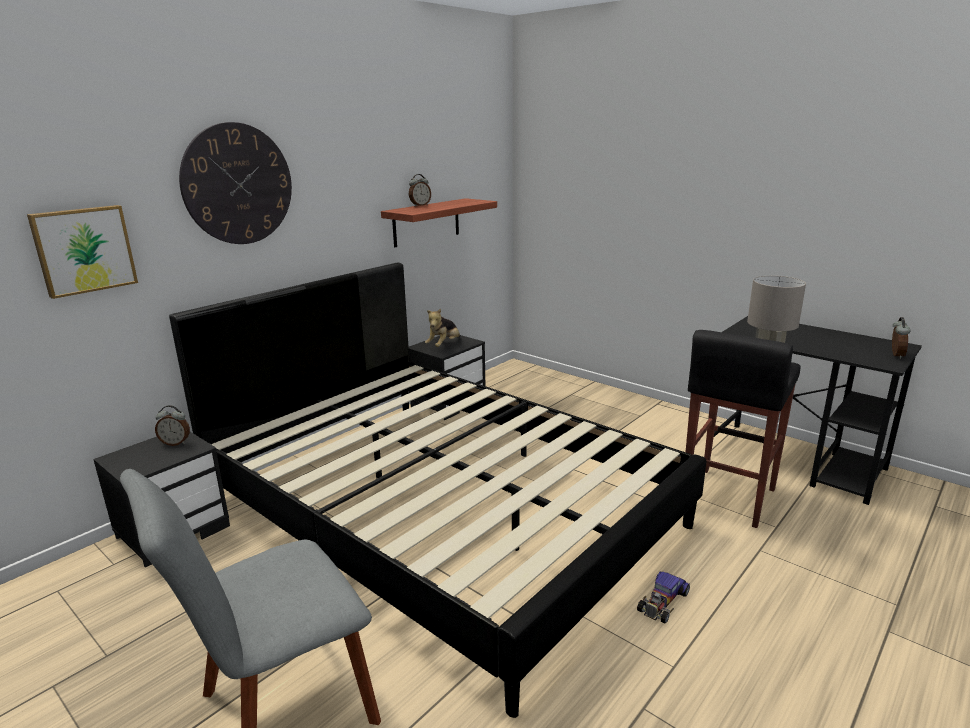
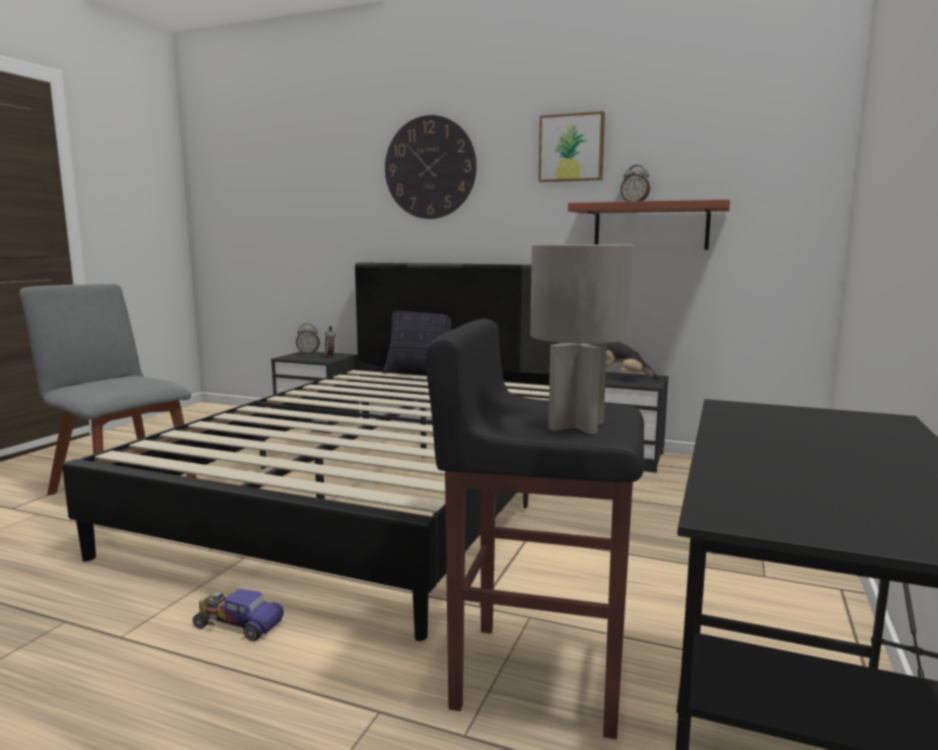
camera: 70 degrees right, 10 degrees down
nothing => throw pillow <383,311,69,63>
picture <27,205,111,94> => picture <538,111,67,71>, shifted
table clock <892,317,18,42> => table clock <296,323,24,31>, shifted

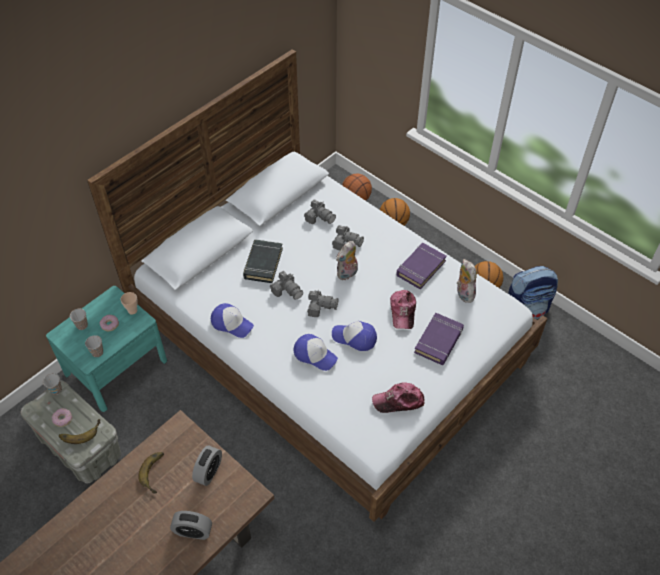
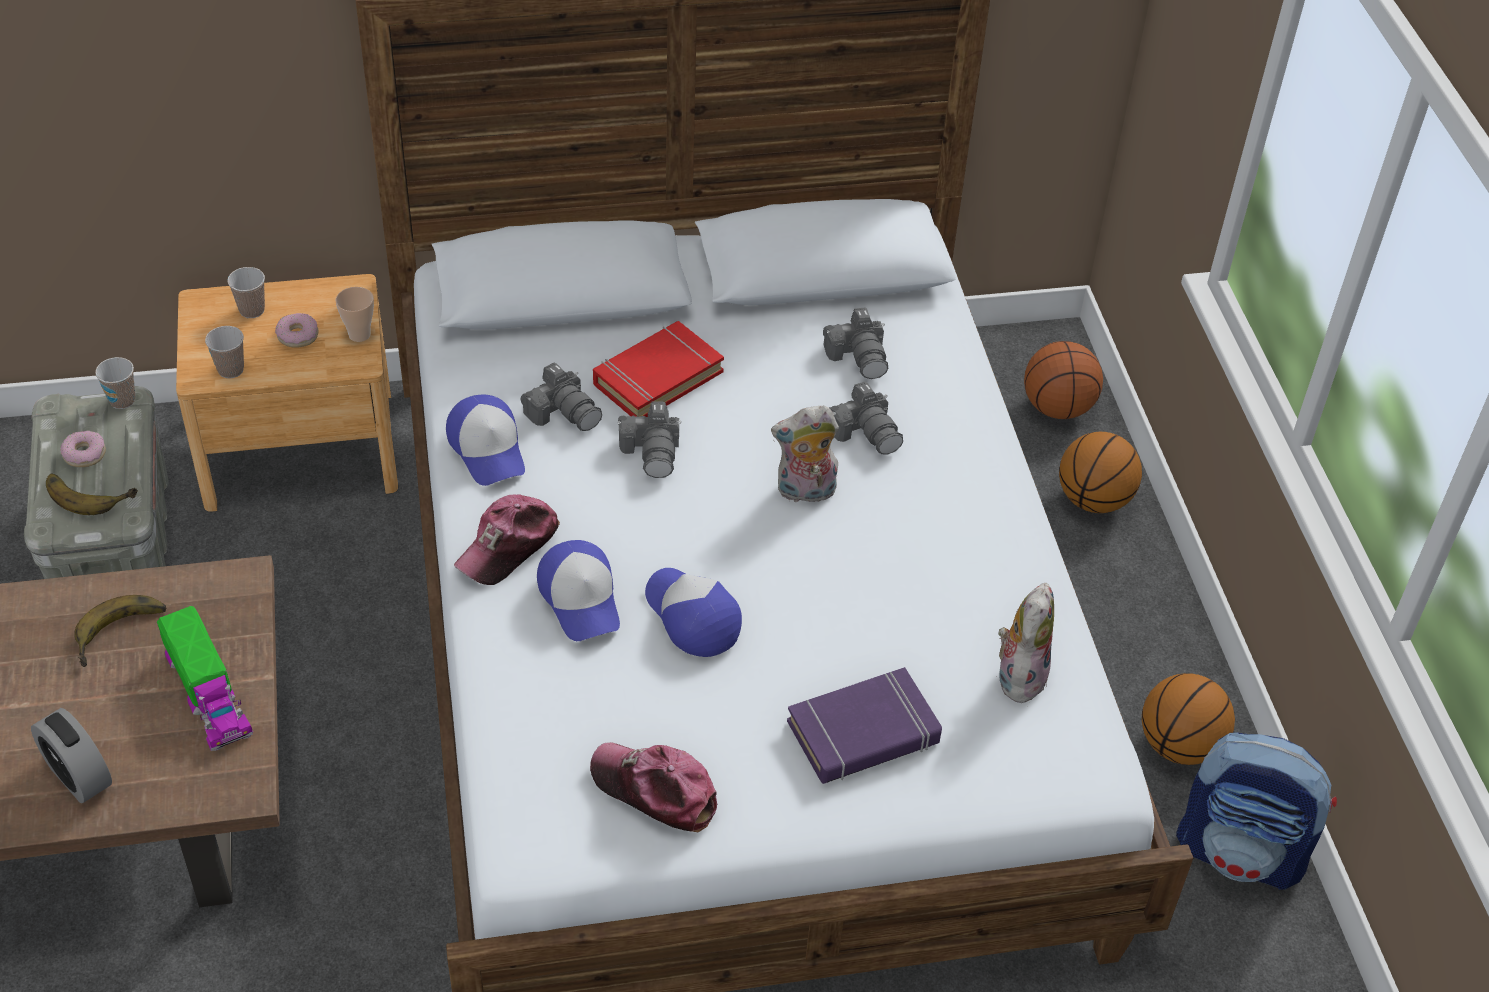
camera: 35 degrees right, 5 degrees down
purplish book <396,243,51,47> => nothing
still camera <307,290,32,27> => still camera <521,362,81,69>, shifted
baseball cap <390,290,26,39> => baseball cap <454,494,106,91>, shifted
table clock <192,445,30,41> => model truck <157,606,96,145>
turquoise night table <46,286,121,126> => brown night table <176,274,222,238>
black-coloured book <243,239,40,44> => red book <593,321,131,96>

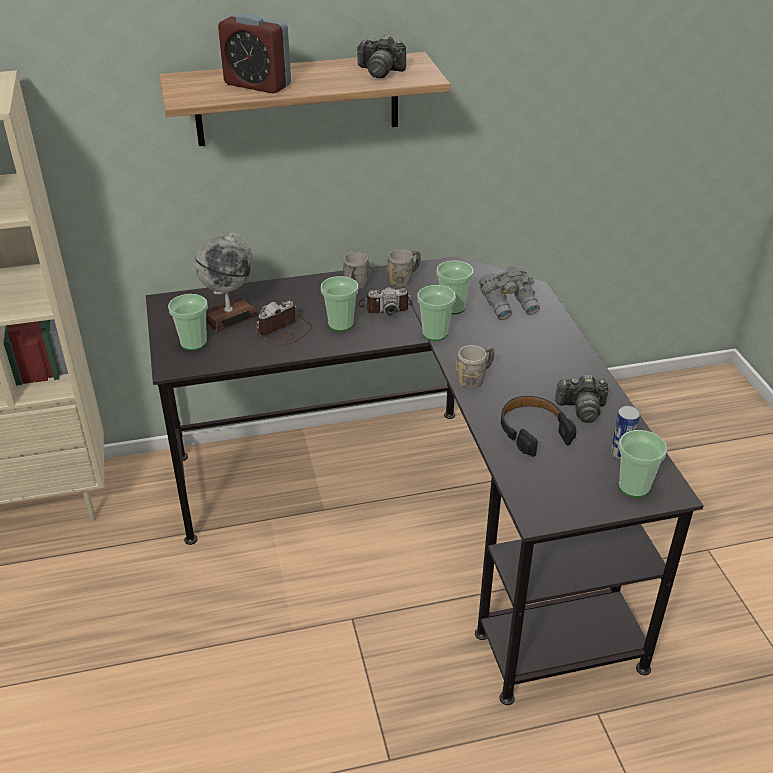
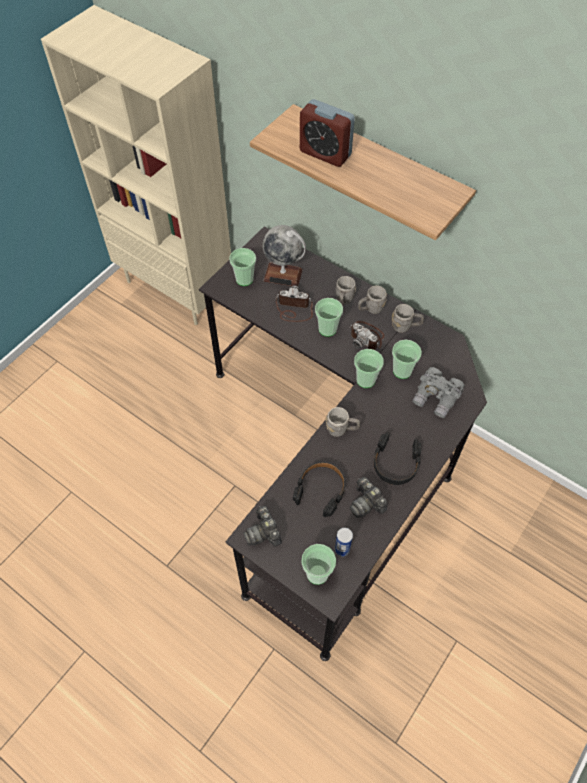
camera: 50 degrees right, 20 degrees up
nothing => gray mug <336,276,20,30>
nothing => black-coloured headphones <374,432,47,53>
still camera <356,35,50,43> => still camera <243,506,39,40>, shifted
table clock <218,13,73,81> => table clock <300,99,55,68>, 45 degrees counterclockwise

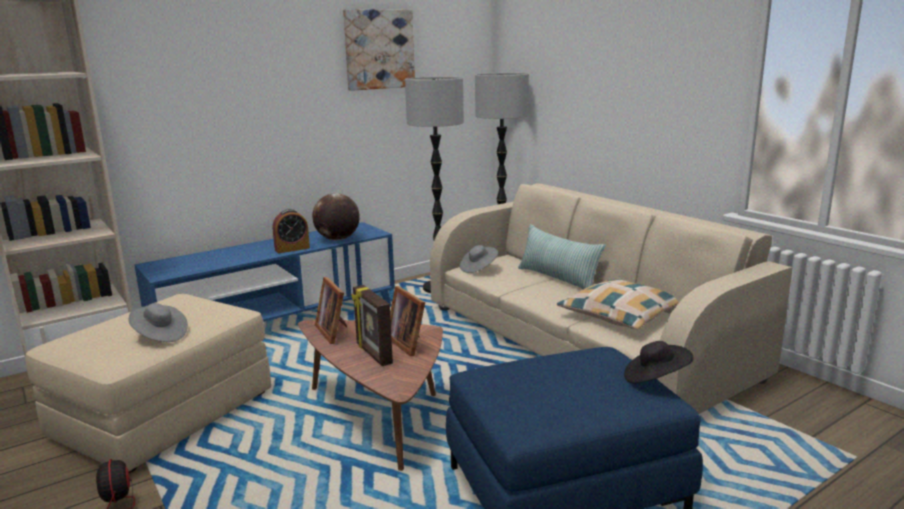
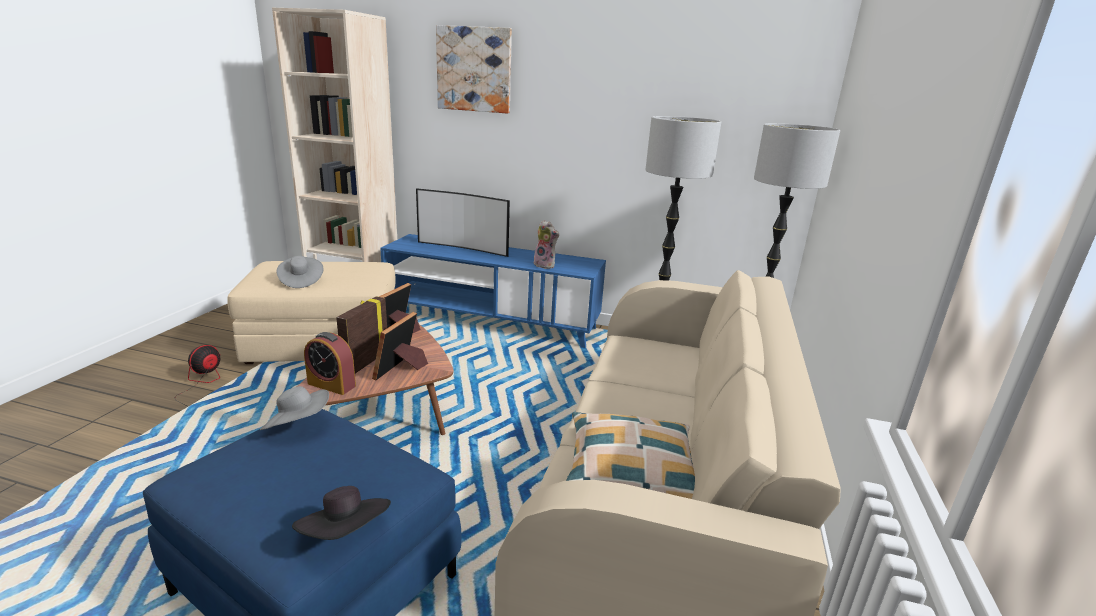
camera: 50 degrees right, 5 degrees up
throw pillow <518,224,88,65> => nothing
nothing => television <416,188,94,69>
table clock <273,209,37,44> => table clock <304,332,52,63>, shifted
picture <343,9,72,82> => picture <436,25,76,88>, shifted
gray wearable hat <460,245,38,28> => gray wearable hat <260,386,69,44>, shifted
globe <312,193,48,47> => cuddly toy <534,220,25,49>

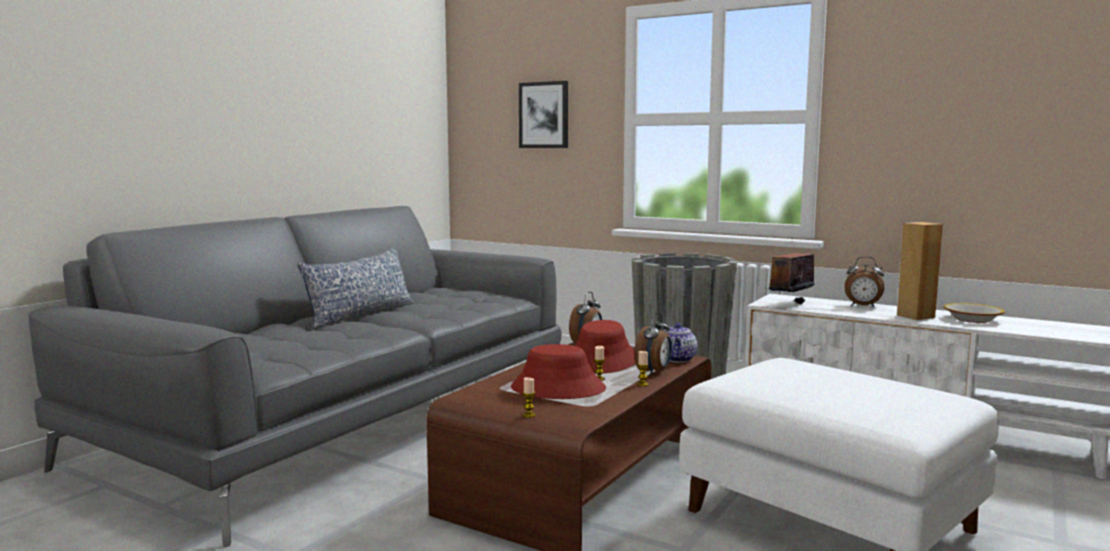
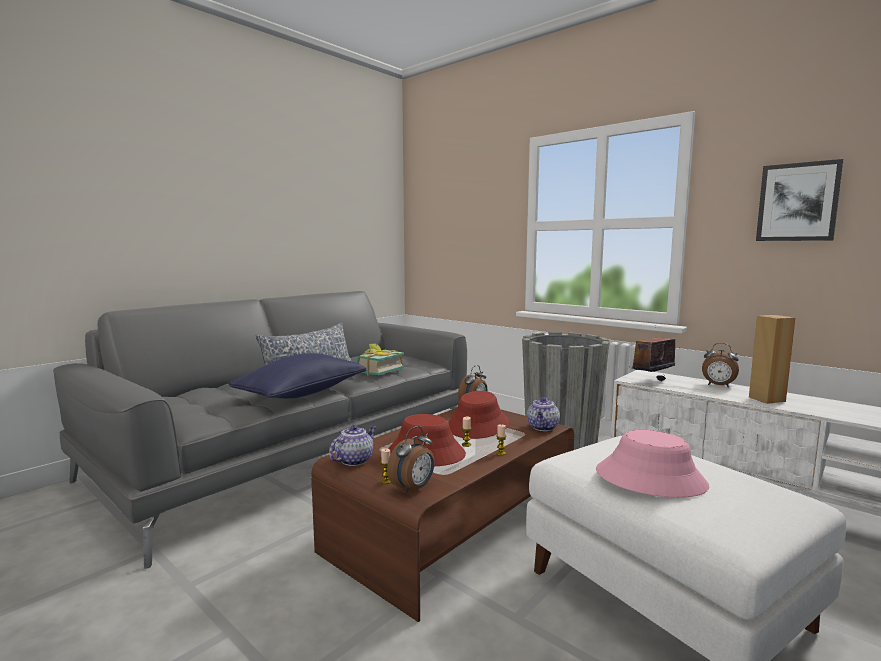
camera: 10 degrees right, 0 degrees up
bowl <943,303,62,20> => nothing
nothing => bluish throw pillow <228,353,139,45>
nothing => tea pot <329,425,47,41>
nothing => book <356,343,48,33>
nothing => pink wearable hat <596,430,113,68>
picture <519,81,49,67> => picture <756,159,88,82>, shifted
table clock <634,312,38,63> => table clock <387,426,47,68>, shifted

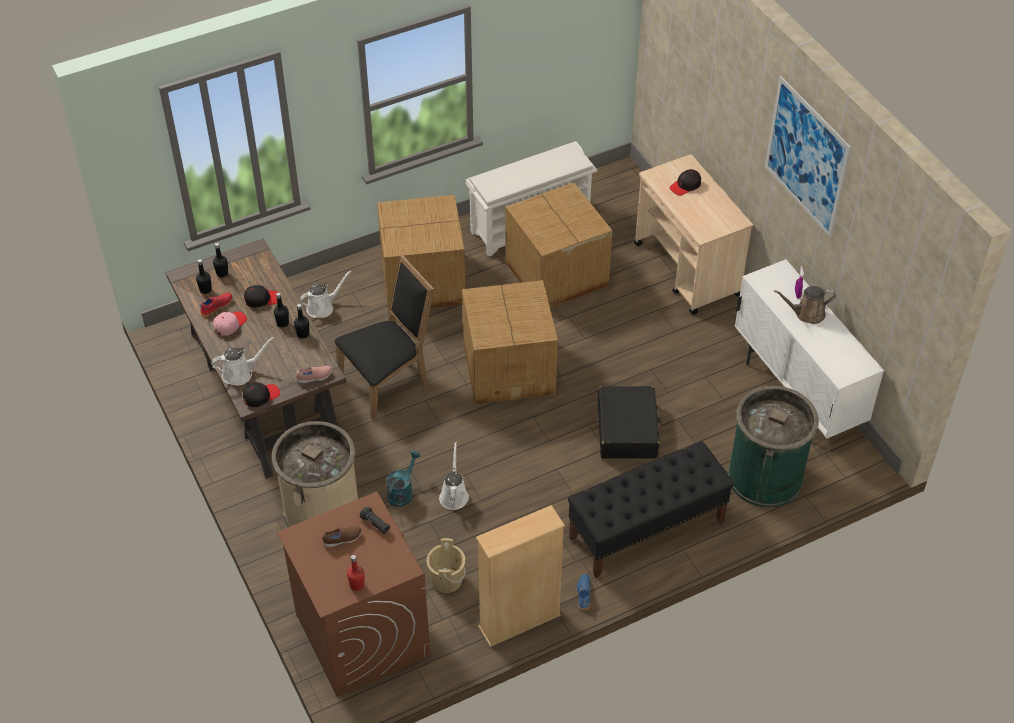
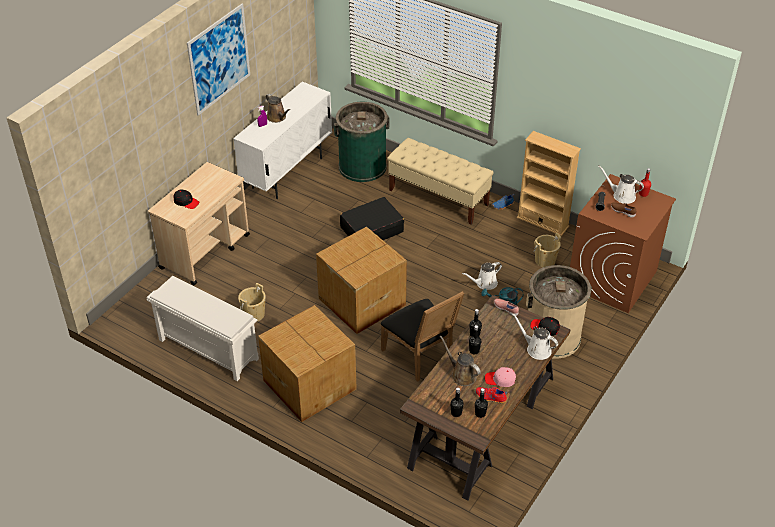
camera: 120 degrees left, 5 degrees down
white-coloured watering can <299,270,53,48> => white-coloured watering can <598,166,46,38>, shifted
black-coloured baseball cap <244,285,34,23> => brown watering can <440,336,41,50>
carton <505,183,107,125> => beige-coloured pail <238,283,28,38>
black-coloured indoor bench <568,441,166,137> => beige-coloured indoor bench <387,138,107,87>
black-coloured plain chair <335,254,99,166> => black-coloured plain chair <381,291,83,91>, 150 degrees counterclockwise

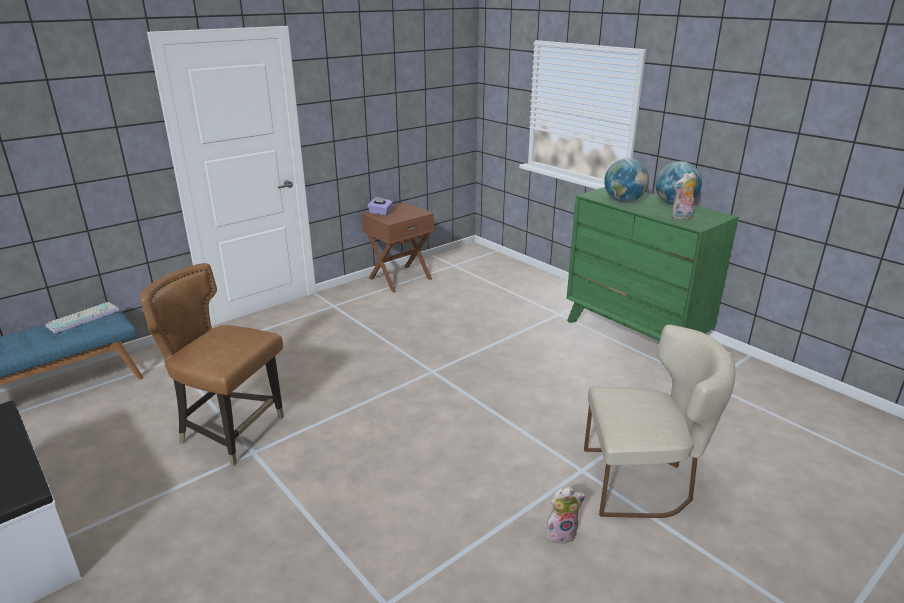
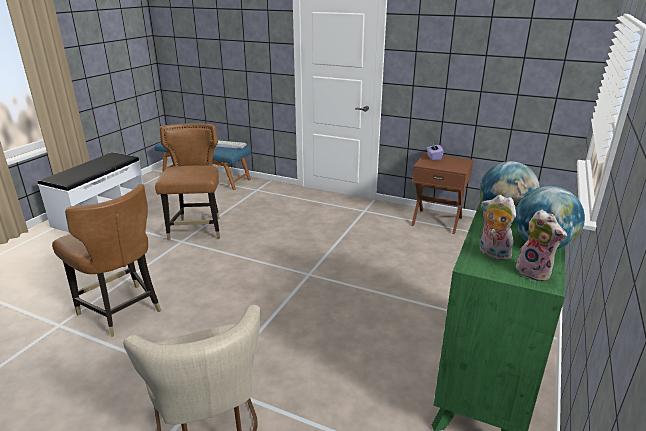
camera: 65 degrees right, 0 degrees up
nothing => brown plain chair <52,184,110,153>
cuddly toy <546,487,40,57> => cuddly toy <516,210,51,72>, shifted

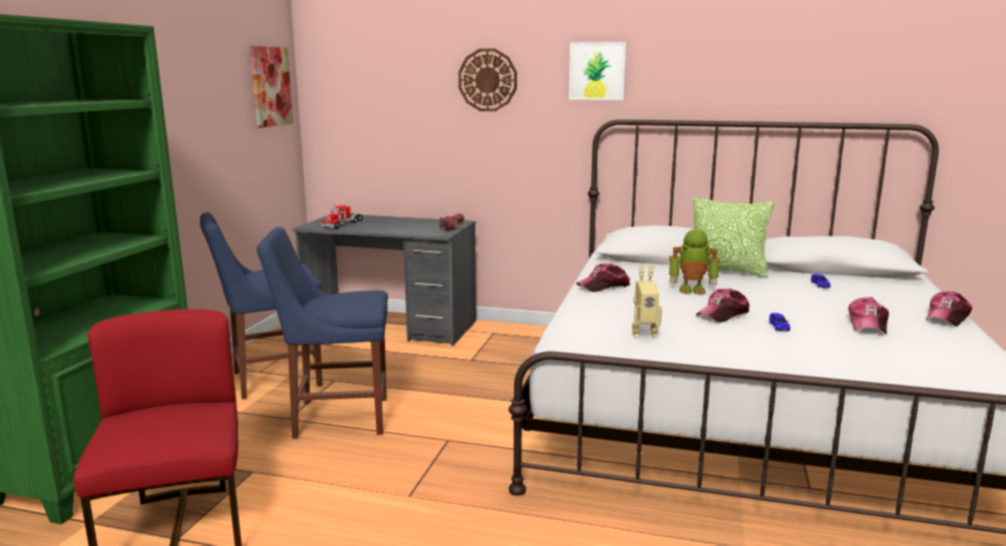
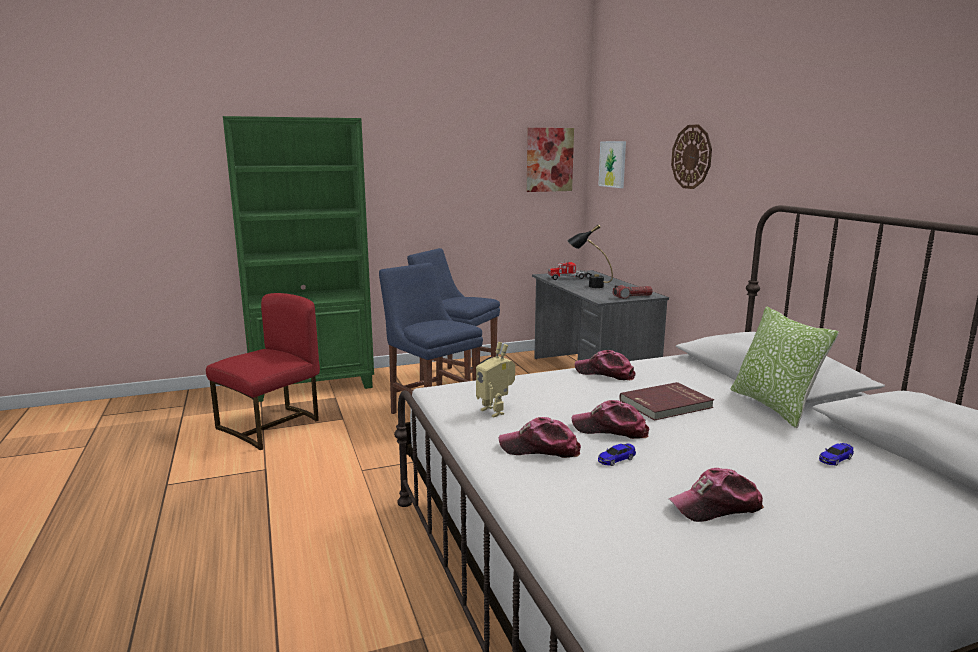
camera: 55 degrees right, 0 degrees up
nothing => black-coloured table lamp <567,224,46,64>
picture <569,42,57,58> => picture <598,141,28,47>, shifted
baseball cap <925,291,47,36> => baseball cap <499,417,82,41>, shifted
toy robot <669,229,51,66> => red book <619,382,95,39>

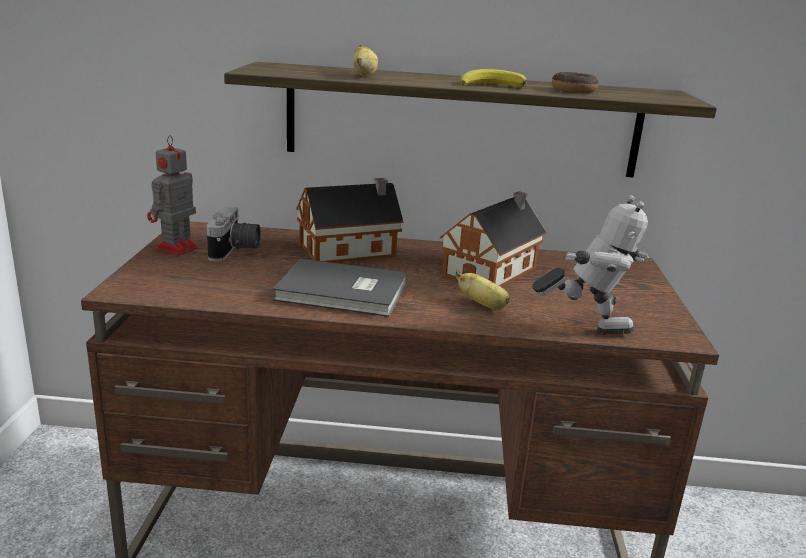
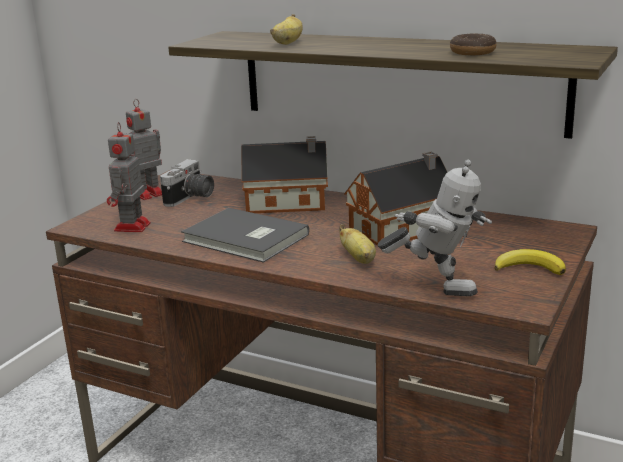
camera: 25 degrees right, 0 degrees up
nothing => toy robot <107,122,44,110>
banana <461,69,66,18> => banana <495,249,71,26>, shifted

